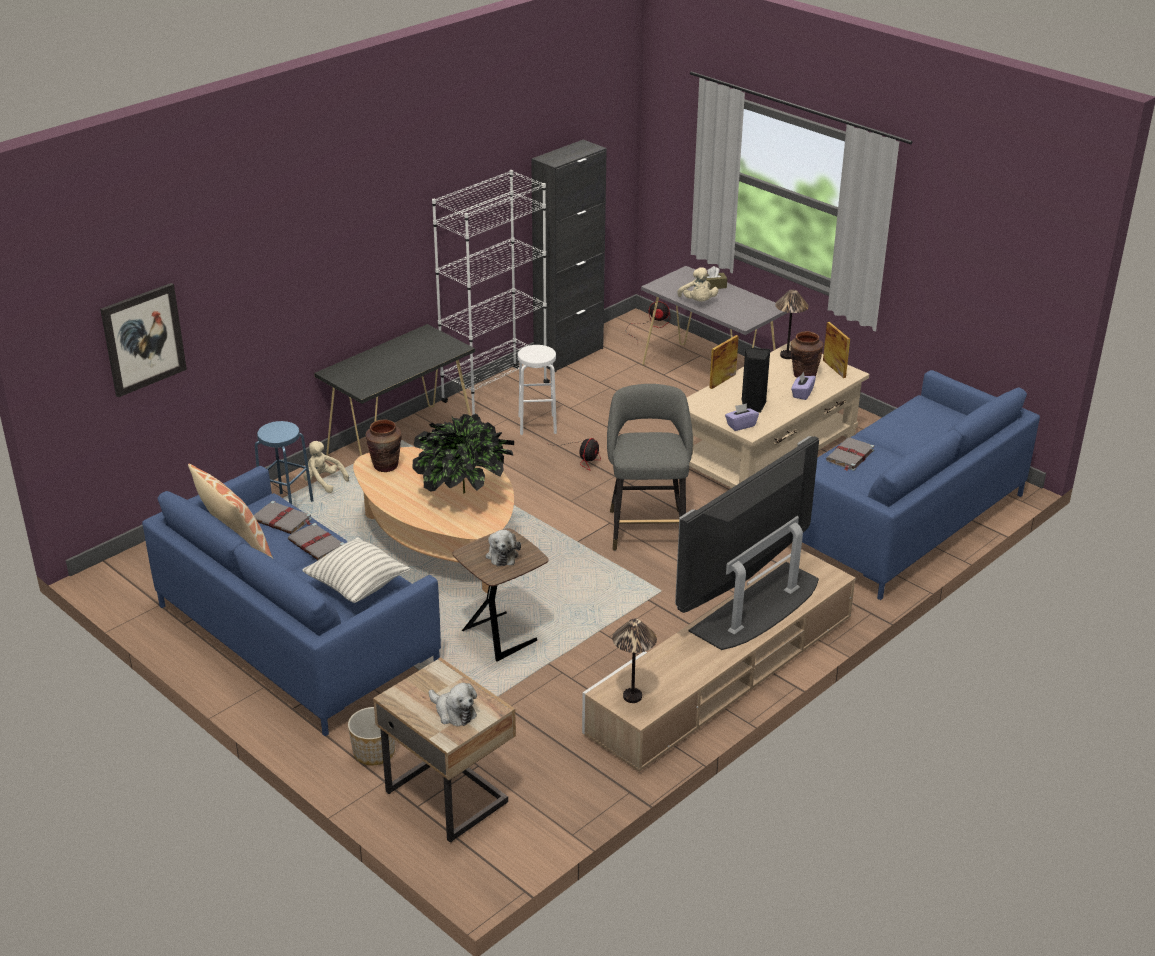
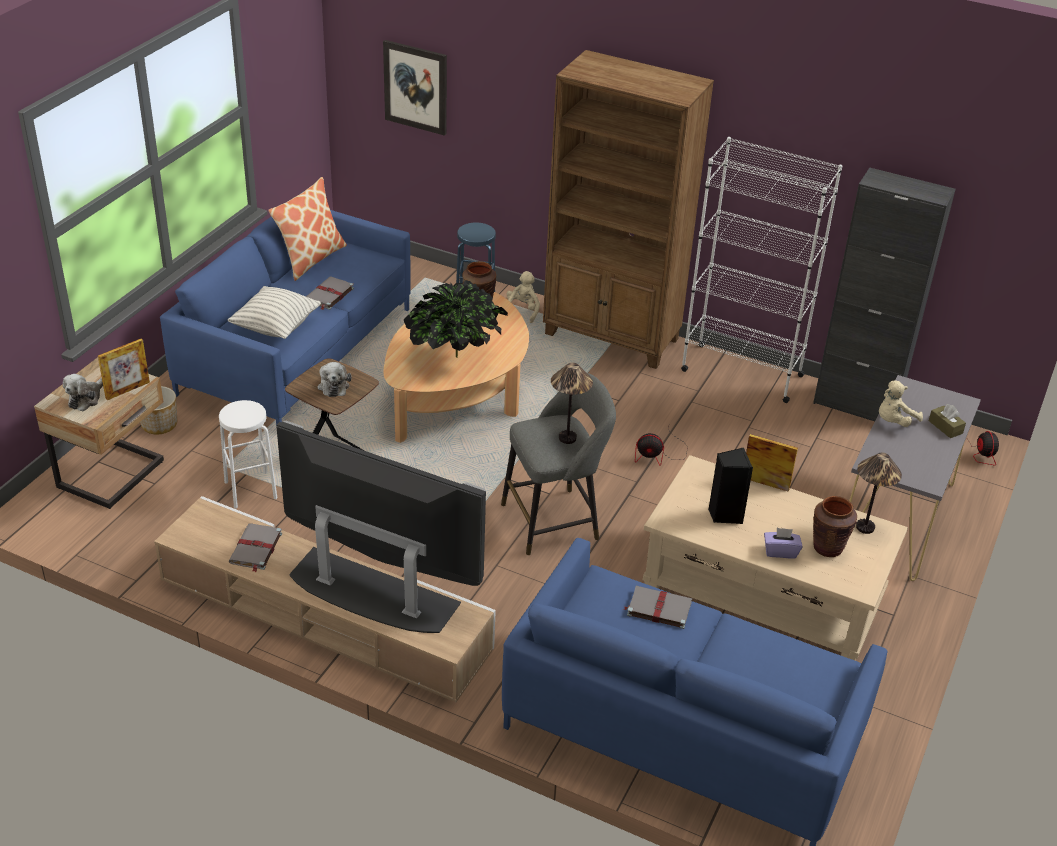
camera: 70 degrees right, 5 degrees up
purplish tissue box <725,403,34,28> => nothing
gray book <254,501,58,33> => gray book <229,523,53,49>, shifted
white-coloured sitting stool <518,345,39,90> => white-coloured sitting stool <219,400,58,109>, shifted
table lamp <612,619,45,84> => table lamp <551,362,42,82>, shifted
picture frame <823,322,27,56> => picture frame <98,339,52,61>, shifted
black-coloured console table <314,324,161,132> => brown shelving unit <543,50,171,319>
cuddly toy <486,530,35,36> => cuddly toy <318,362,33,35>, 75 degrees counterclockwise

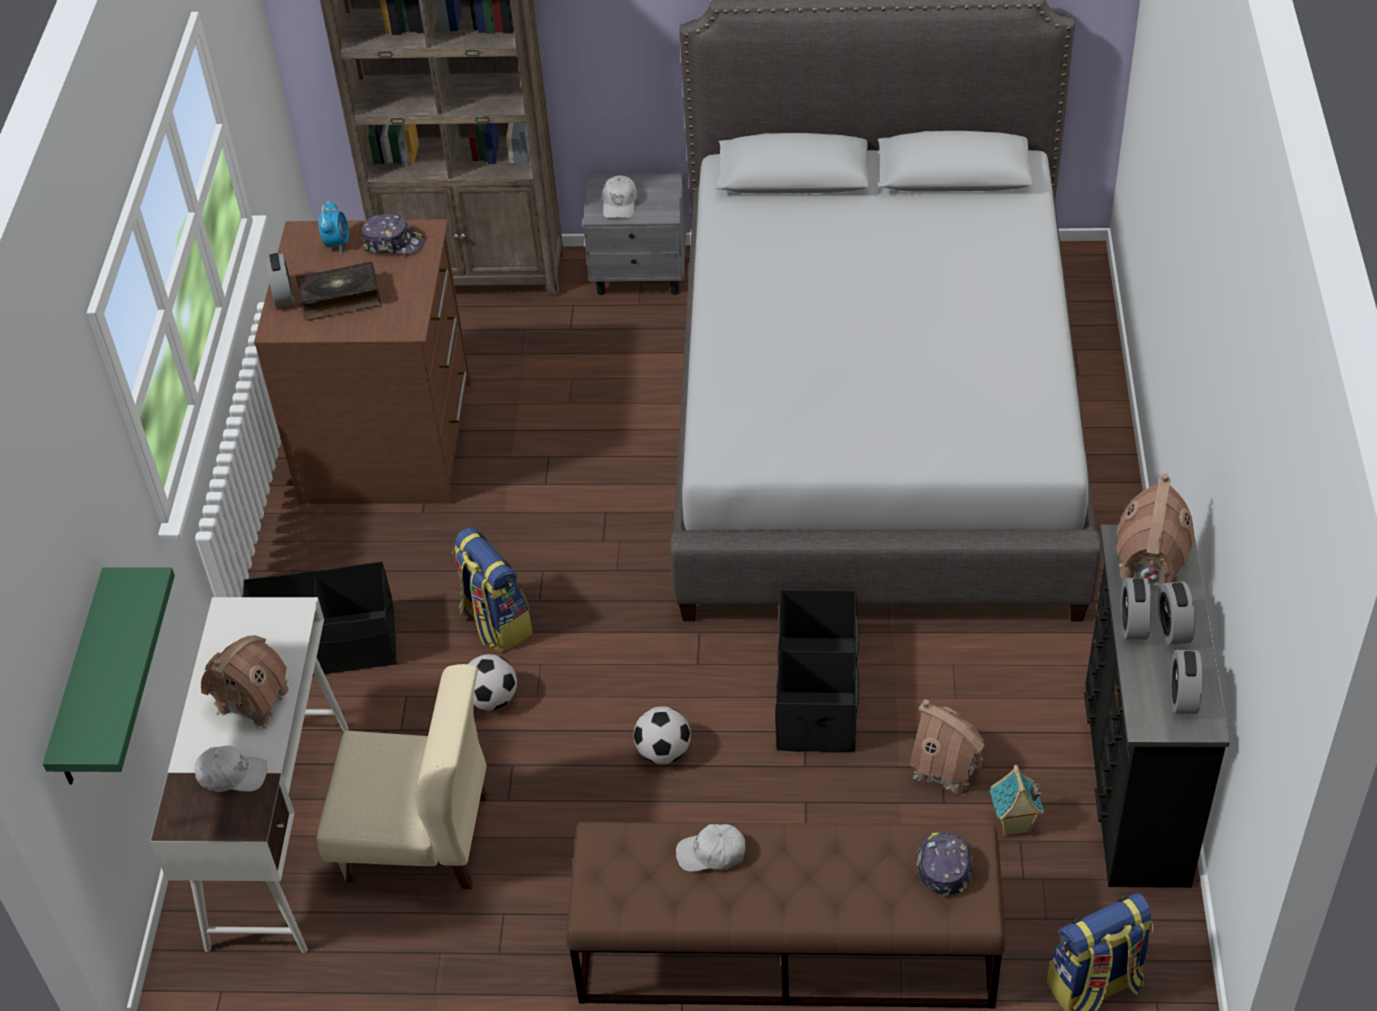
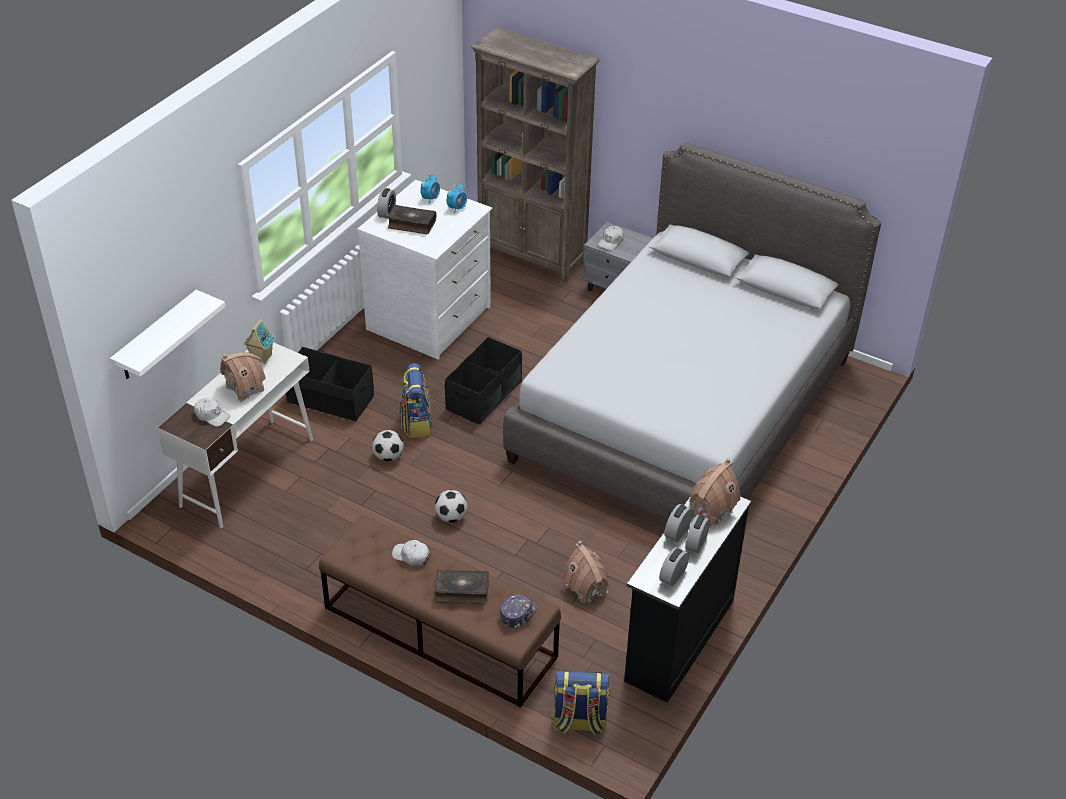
camera: 25 degrees right, 5 degrees down
beige-coloured plain chair <316,664,172,225> => nothing
nothing => book <435,569,54,35>
black-coloured storage box <775,590,84,163> => black-coloured storage box <445,337,77,87>, shifted
miniature house <990,765,54,72> => miniature house <244,319,31,45>, shifted
baseball cap <362,214,62,41> => table clock <447,184,20,30>
green wall shelf <43,567,132,217> => white-coloured wall shelf <110,290,116,89>
brown drawer chest <254,219,217,285> => white-coloured drawer chest <357,180,135,180>

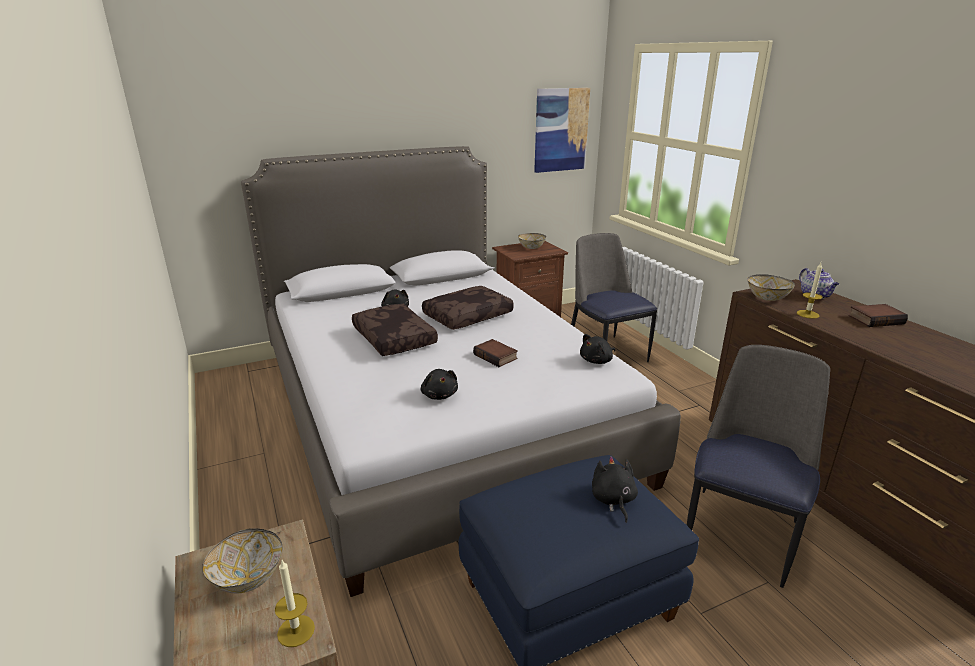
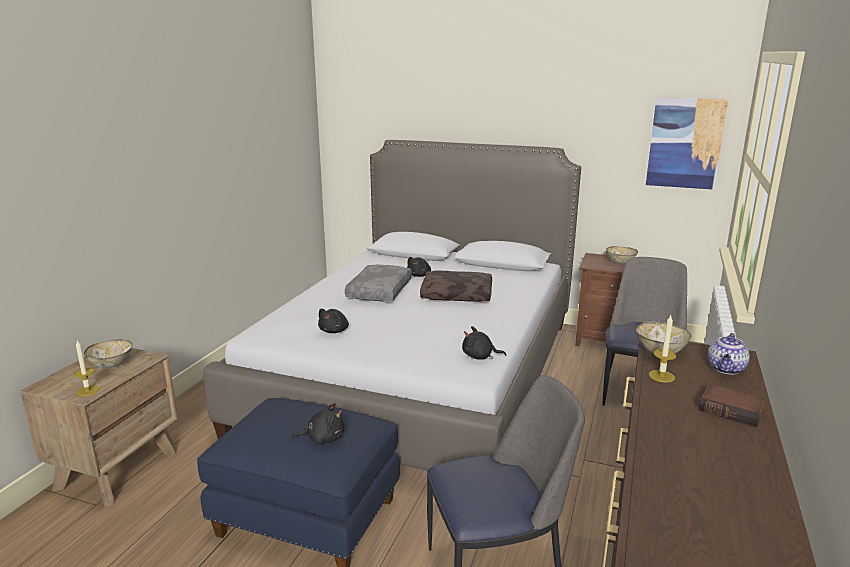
camera: 45 degrees right, 5 degrees down
book <473,339,45,28> => nothing
brown throw pillow <352,304,86,52> => gray throw pillow <345,264,67,37>
black-coloured cuddly toy <592,456,46,67> => black-coloured cuddly toy <291,403,54,42>, 45 degrees clockwise

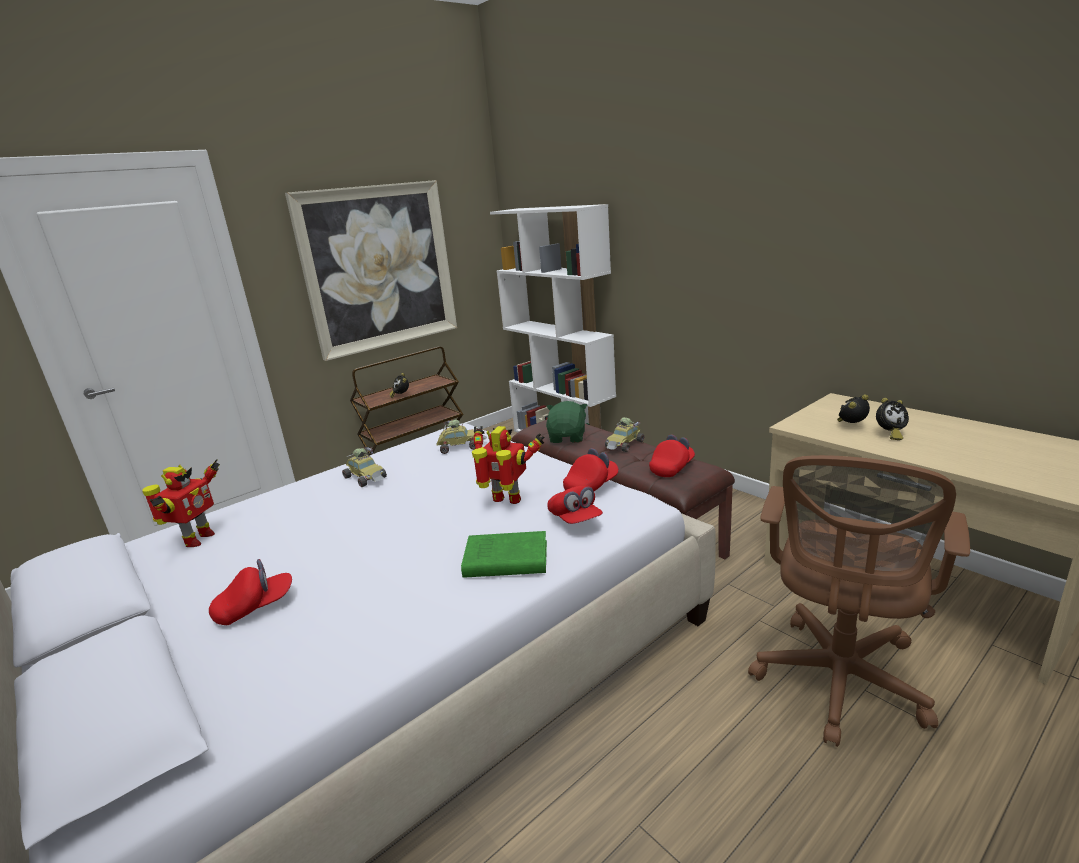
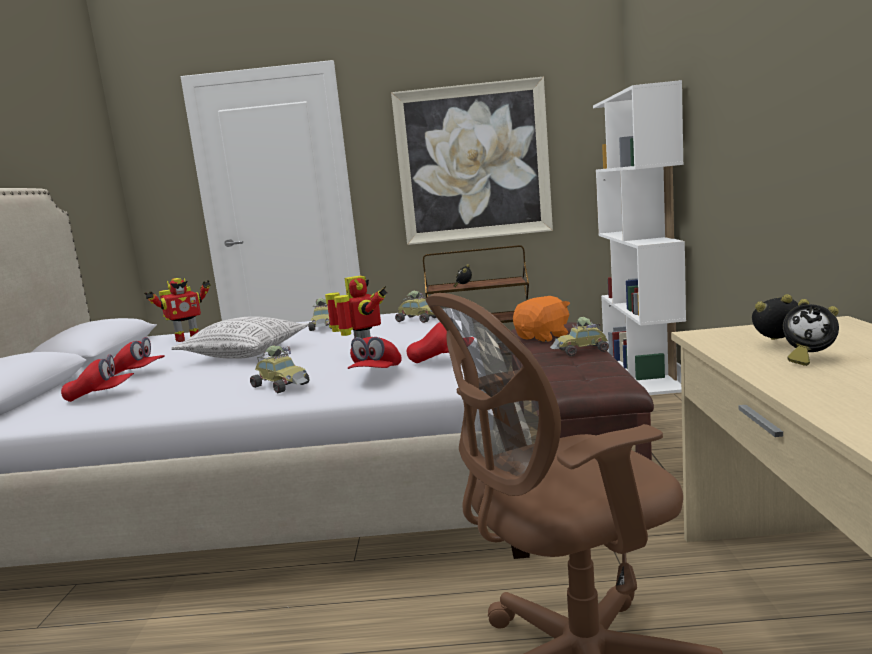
camera: 40 degrees right, 10 degrees down
nothing => throw pillow <171,316,138,43>
red baseball cap <649,435,46,42> => red baseball cap <61,354,73,48>, shifted
green book <461,531,86,47> => model car <250,346,59,47>
green cuddly toy <546,401,42,42> => orange cuddly toy <513,296,57,46>

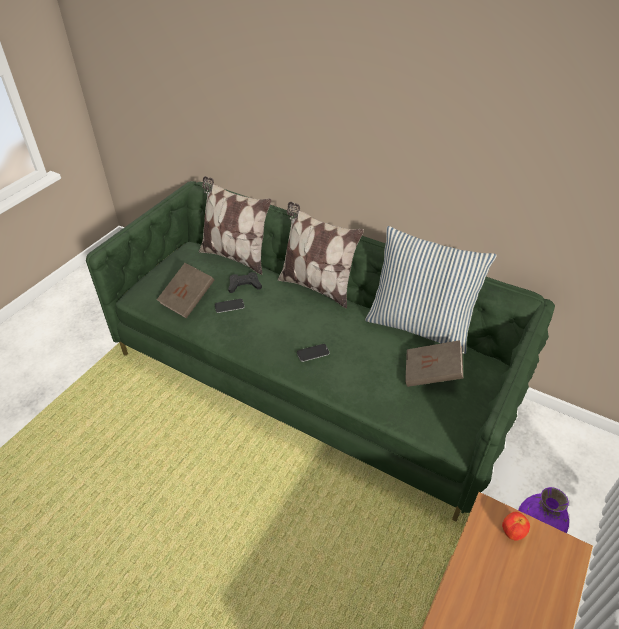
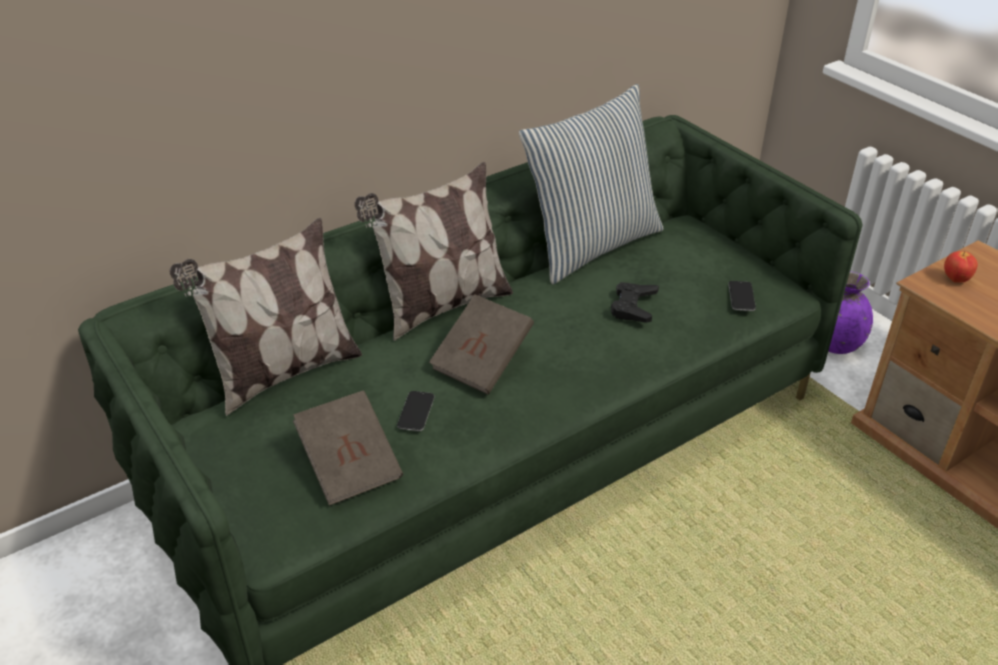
camera: 65 degrees left, 5 degrees down
black-coloured game controller <228,272,34,21> => black-coloured game controller <611,282,48,41>, shifted
phone <297,344,33,18> => phone <728,281,28,30>, shifted
brown book <405,340,58,47> => brown book <429,294,105,101>, shifted

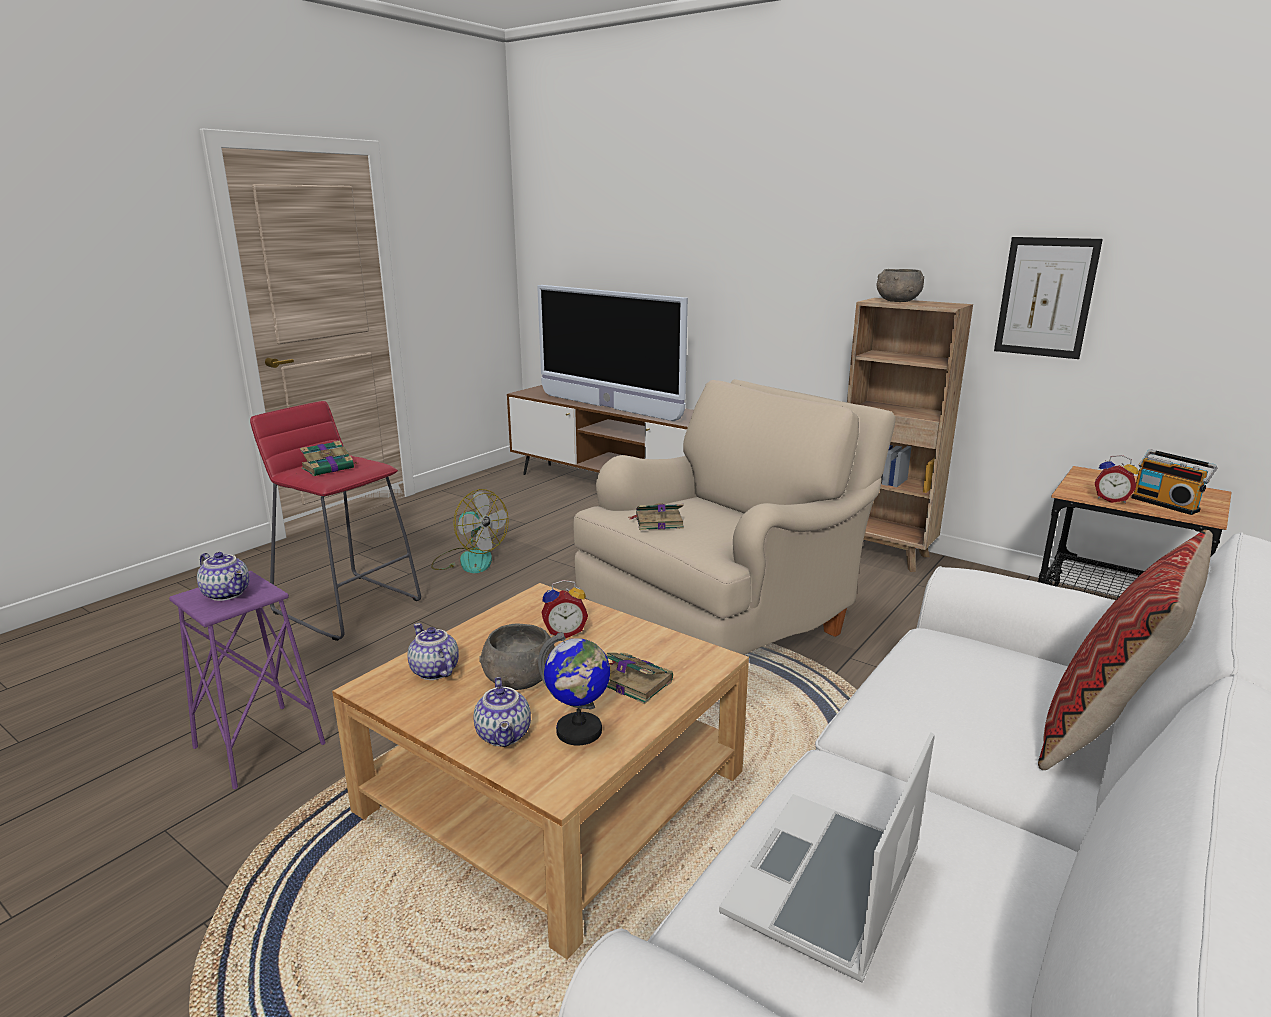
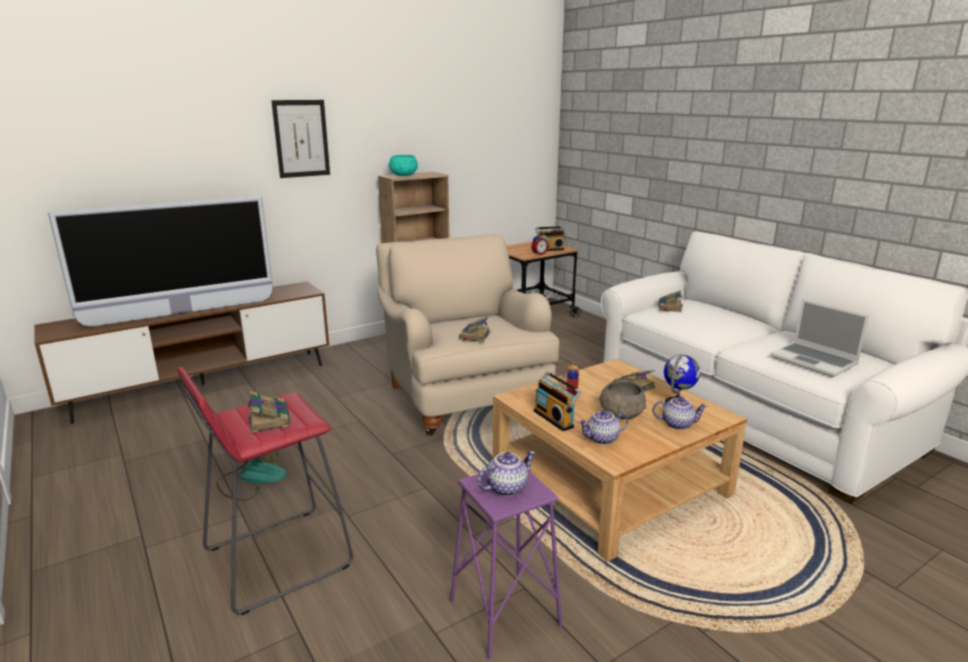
camera: 70 degrees left, 0 degrees up
throw pillow <1038,530,175,240> => nothing
nothing => radio set <534,371,48,60>
nothing => book <658,290,25,22>
picture <994,237,109,122> => picture <271,100,59,78>, shifted
gray bowl <877,269,47,33> => turquoise bowl <388,155,30,21>

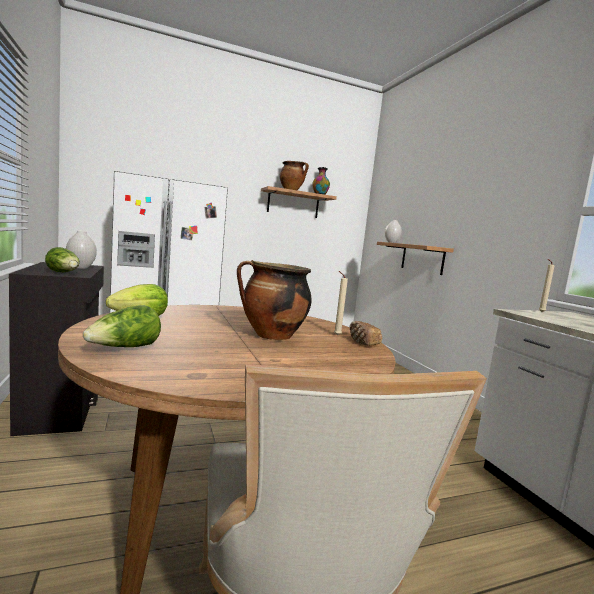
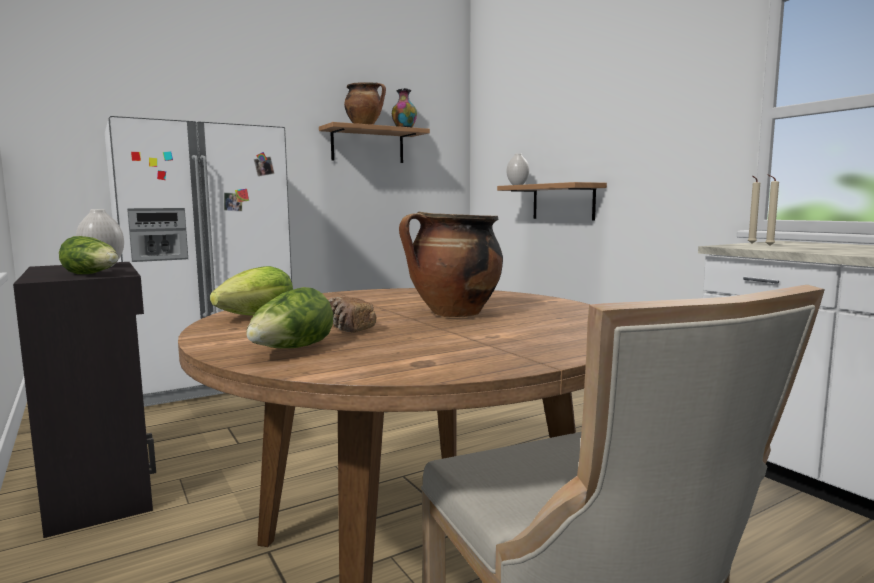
camera: 10 degrees left, 0 degrees up
beige-coloured wax light <334,271,14,65> => beige-coloured wax light <765,174,14,72>, shifted
baked bread <349,321,33,25> => baked bread <328,297,48,36>, shifted

